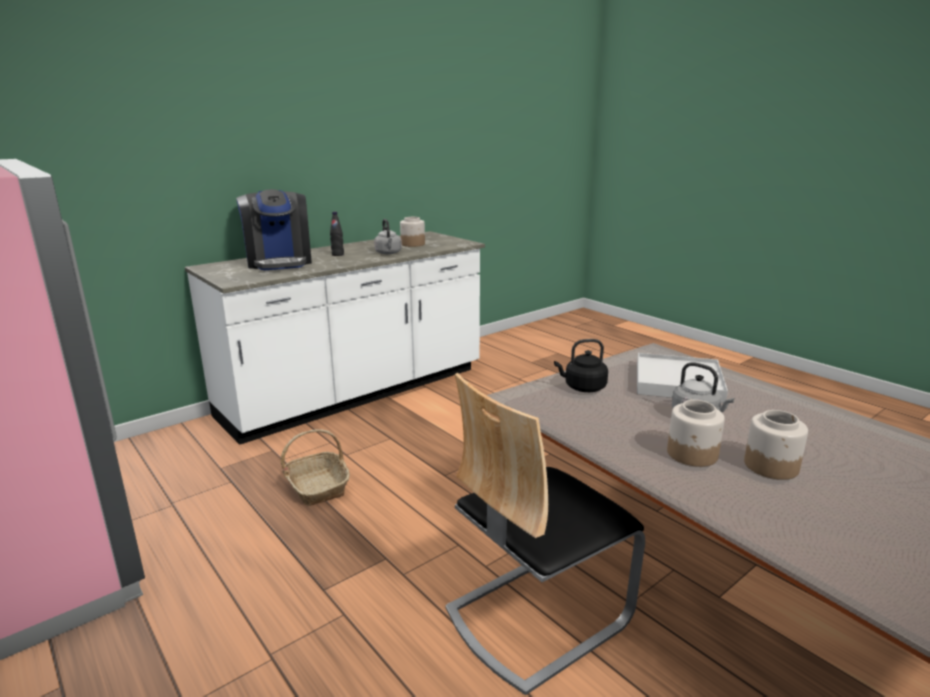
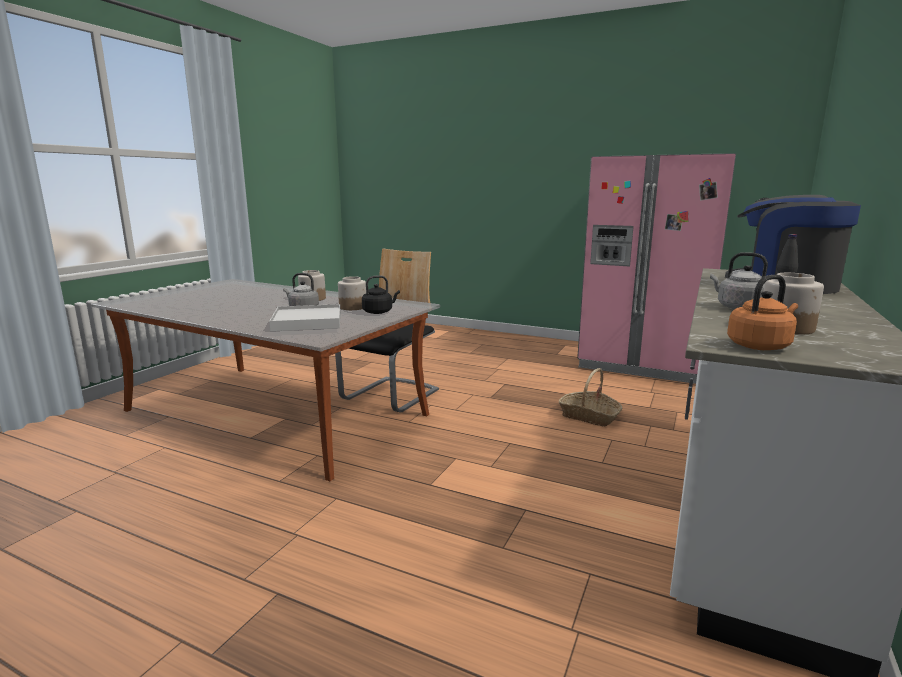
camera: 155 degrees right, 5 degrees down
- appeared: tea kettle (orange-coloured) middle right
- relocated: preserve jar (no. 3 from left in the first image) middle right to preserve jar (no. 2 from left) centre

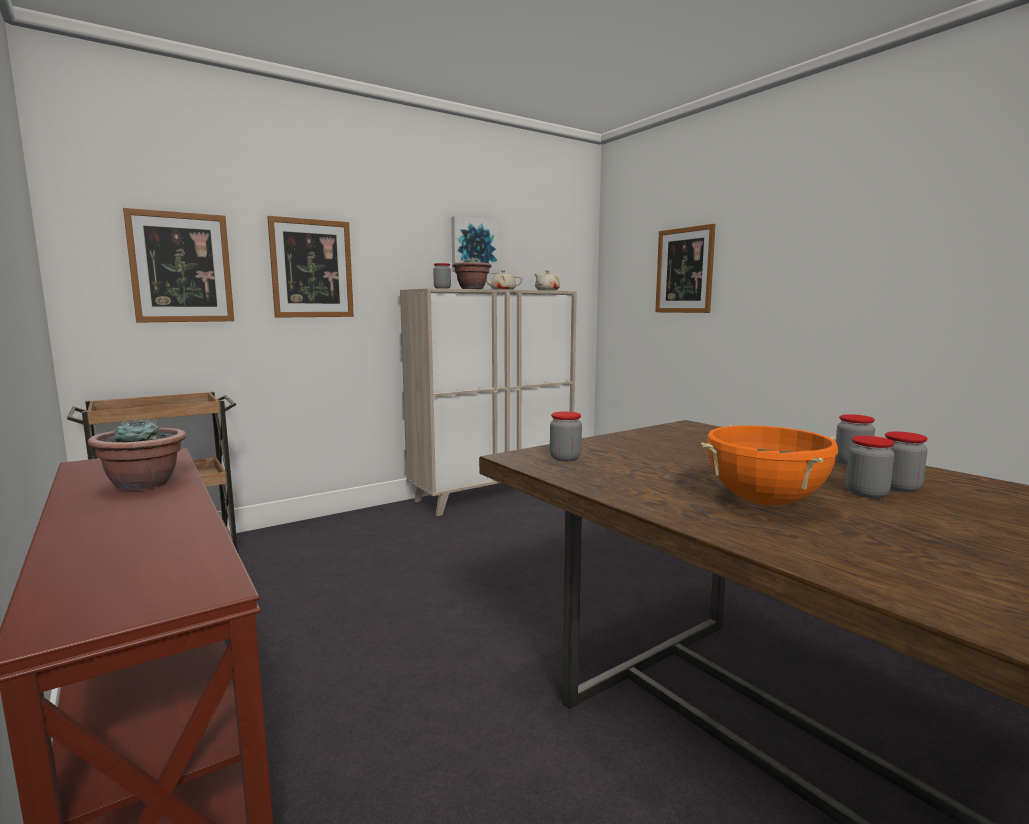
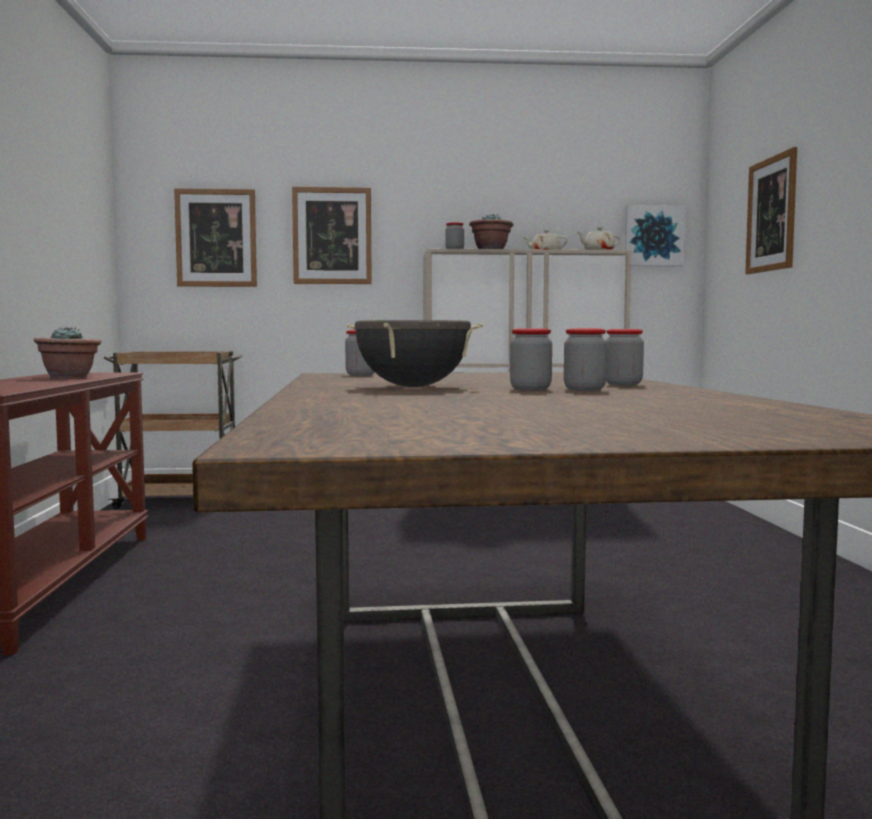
camera: 30 degrees right, 5 degrees down
- relocated: picture (no. 3 from left) top centre to top right
- colour: stockpot (orange-coloured) middle right to stockpot (blackish) centre

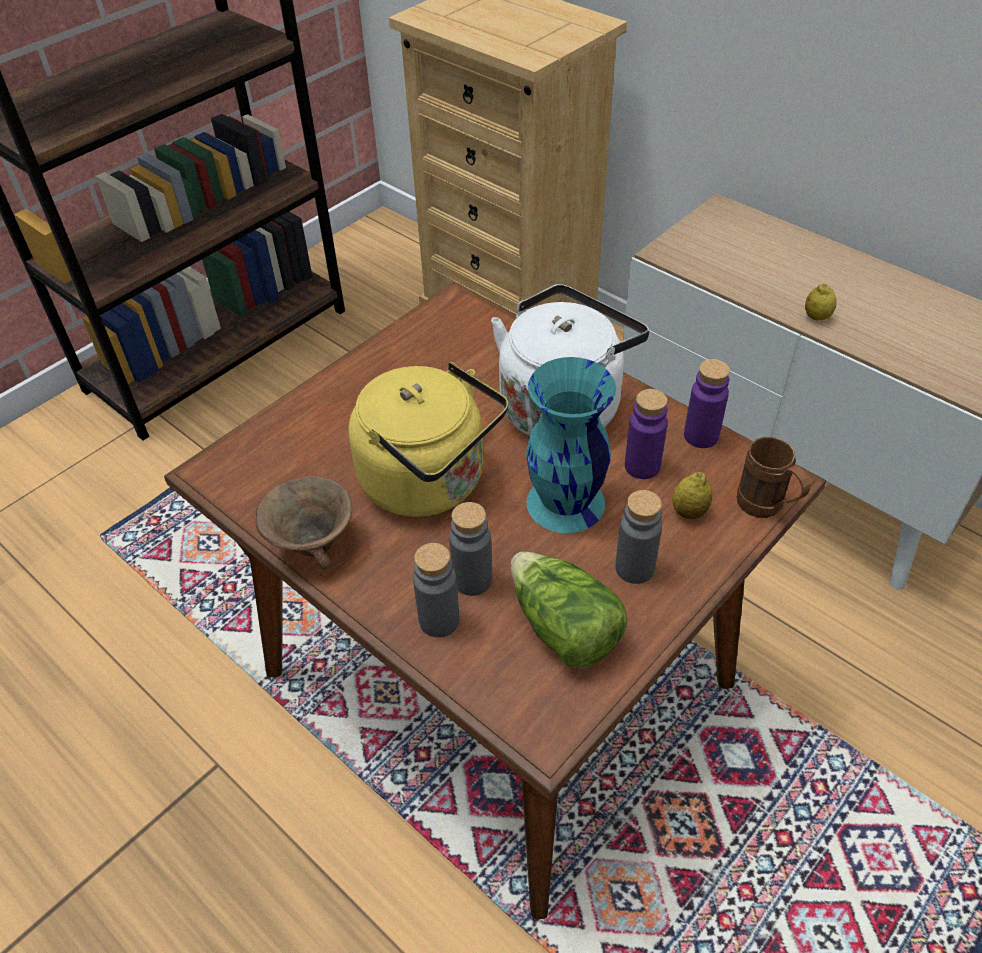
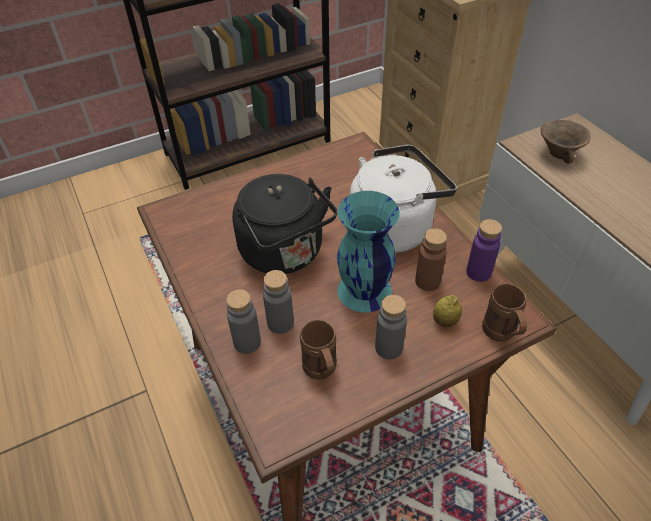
camera: 20 degrees right, 0 degrees up
- missing: citrus fruit (no. 2 from left) top right
- relocated: deep dish (brown-coloured) middle left to top right
- exchanged: lettuce head centre to tea mug (brown-coloured) (no. 1 from left) bottom centre
- colour: tea kettle (yellowish) centre to tea kettle (blackish) centre
- colour: drink bottle (purple-coloured) (no. 1 from left) centre to drink bottle (brown-coloured) centre

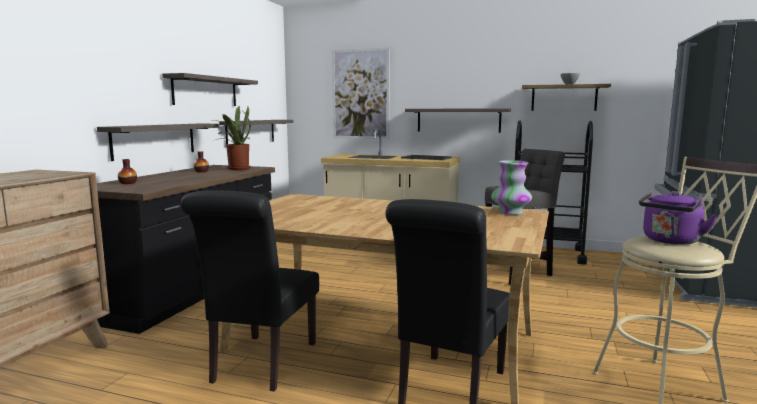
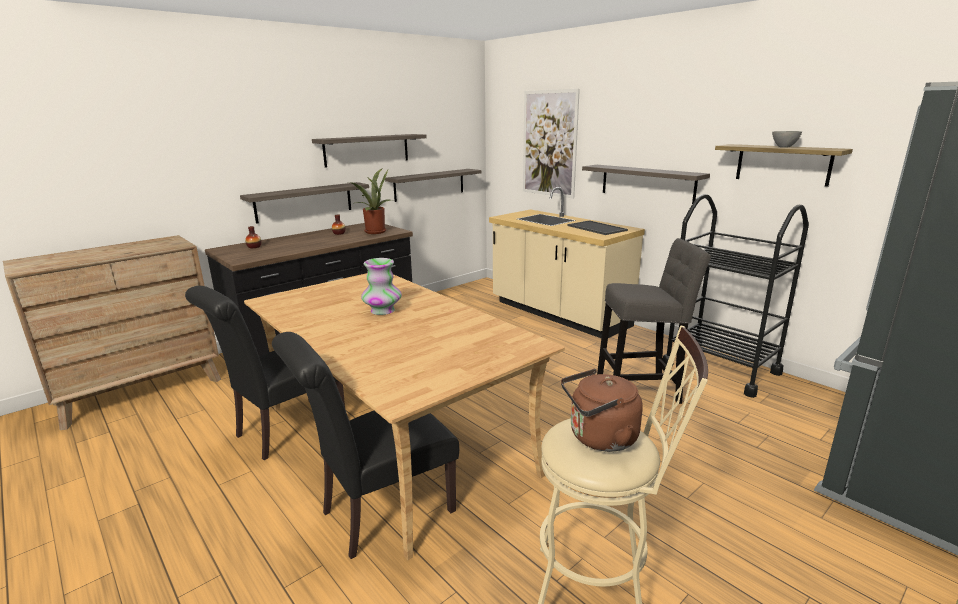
camera: 30 degrees right, 10 degrees up
- relocated: decorative vase (no. 3 from left) middle right to centre
- colour: tea kettle (purple-coloured) middle right to tea kettle (brown-coloured) bottom centre

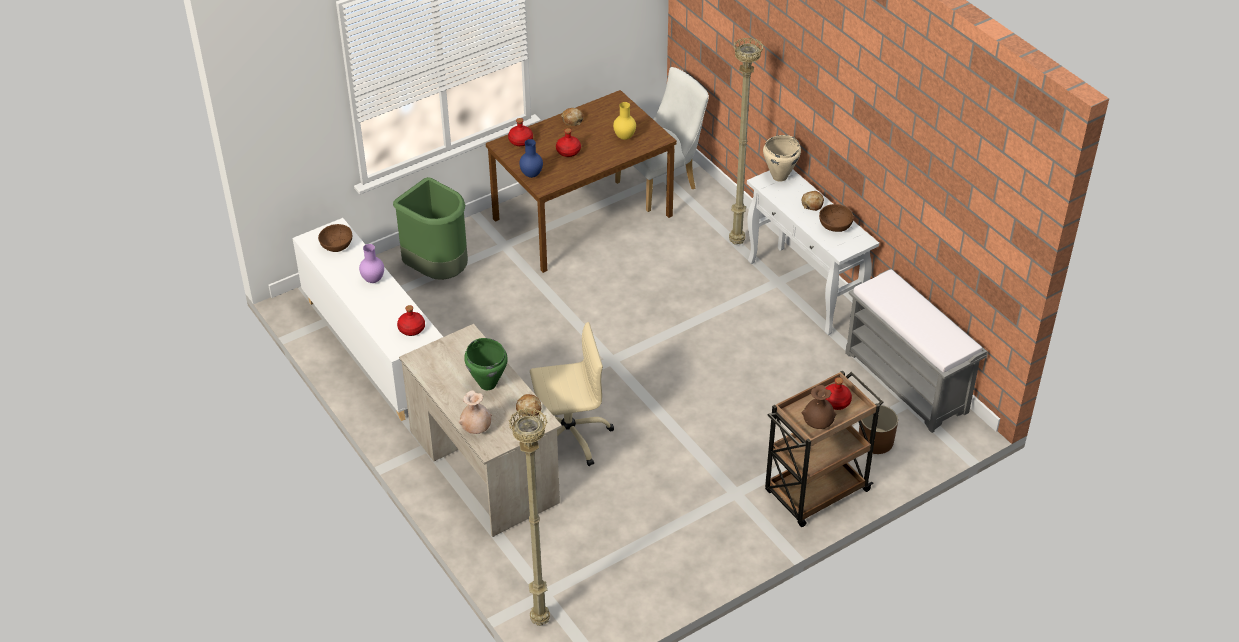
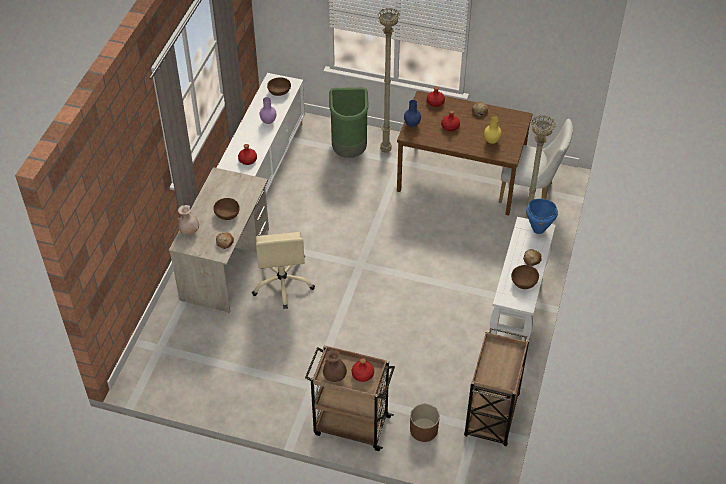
camera: 50 degrees right, 5 degrees up
- relocated: floor lamp (beige) (no. 1 from left) bottom centre to top centre
- exchanged: stockpot (green-coloured) centre to deep dish (brown-coloured) (no. 1 from left) middle left
- exchanged: long seat (gray) middle right to wheeled cart (brown-coloured) (no. 2 from left) bottom right
- colour: stockpot (beige) top centre to stockpot (blue) middle right
- spun: computer chair (beige) centre = centre 45 degrees clockwise

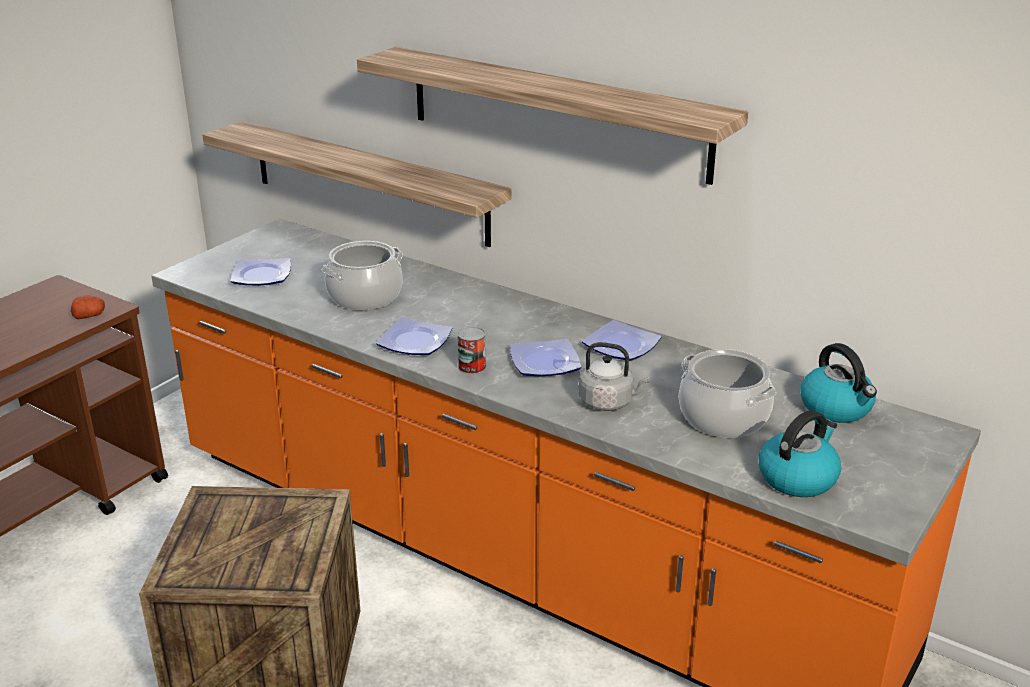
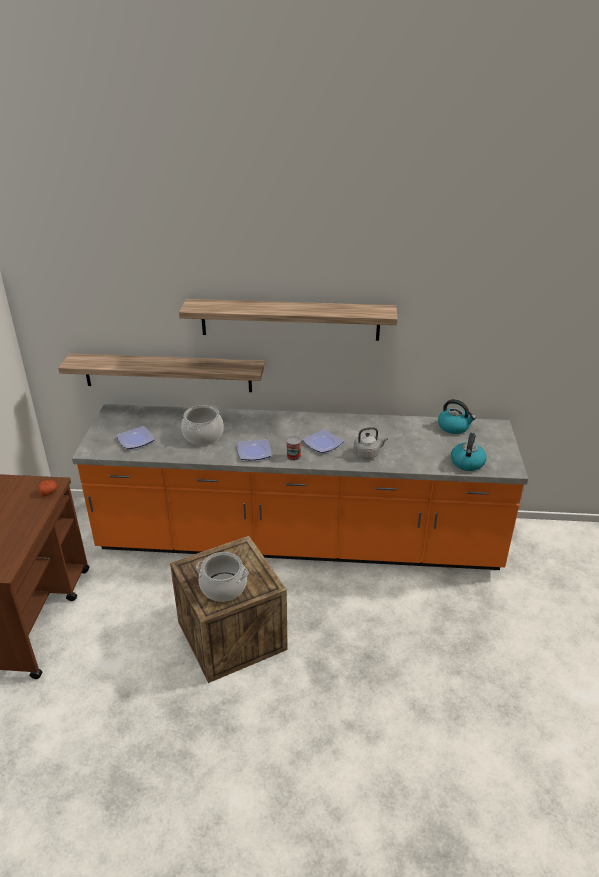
camera: 30 degrees left, 5 degrees up
- missing: plate (no. 4 from left) centre
- relocated: stockpot (no. 2 from left) middle right to centre

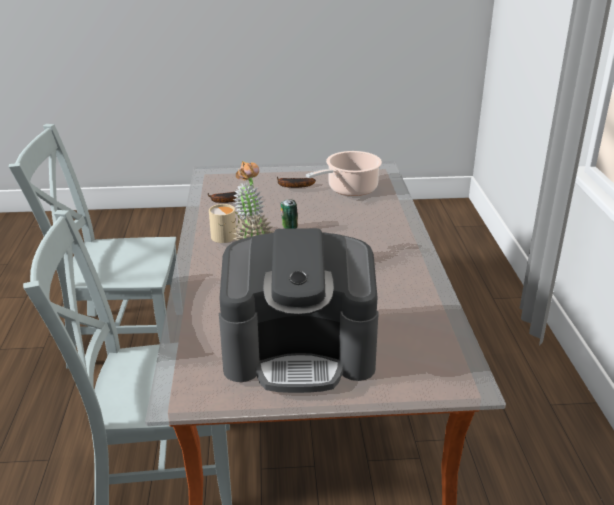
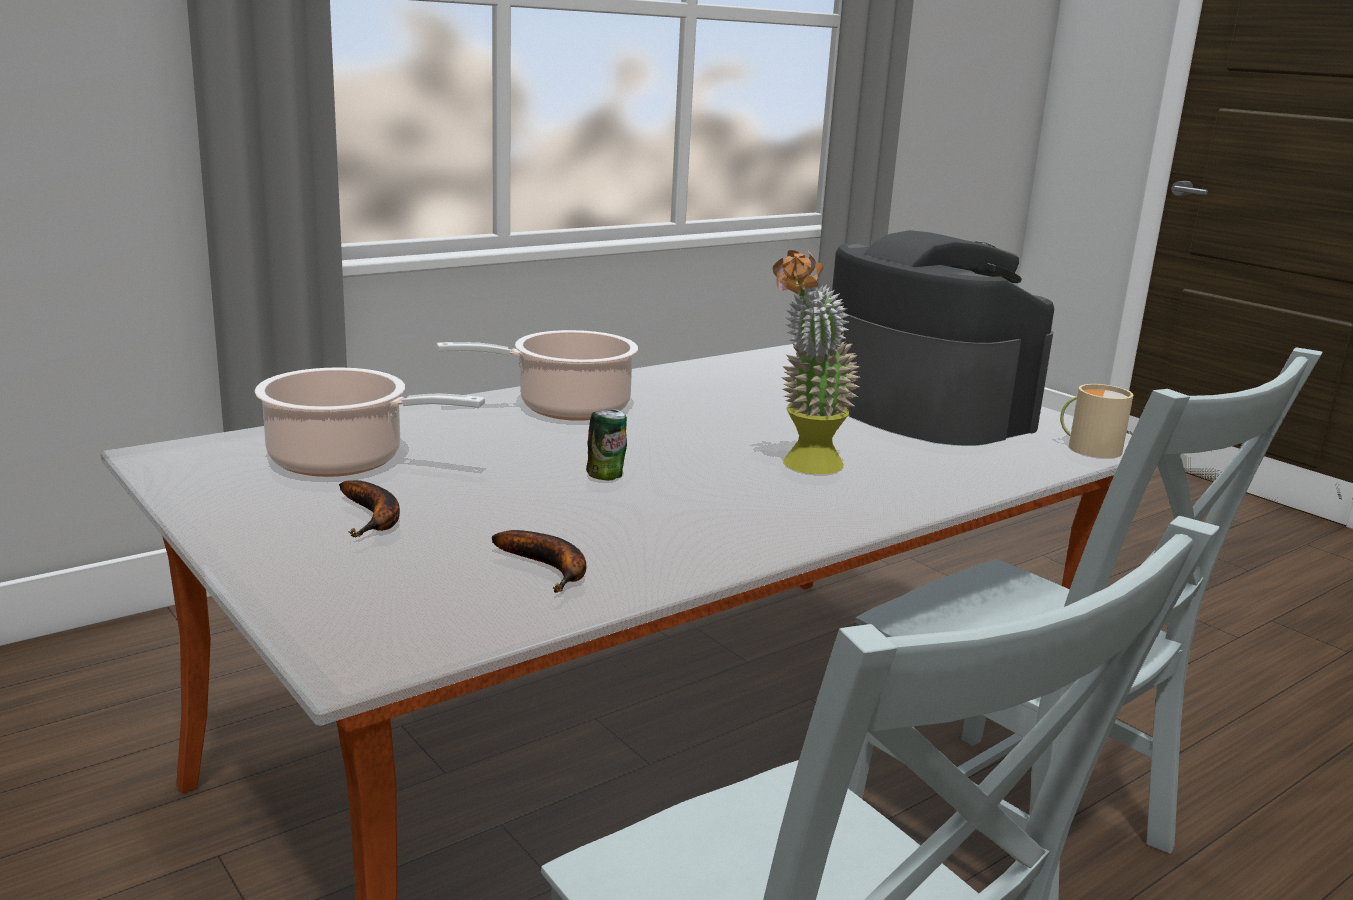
camera: 125 degrees left, 10 degrees down
- appeared: stockpot (no. 2 from left) centre
- relocated: tea mug (beige) centre to middle right

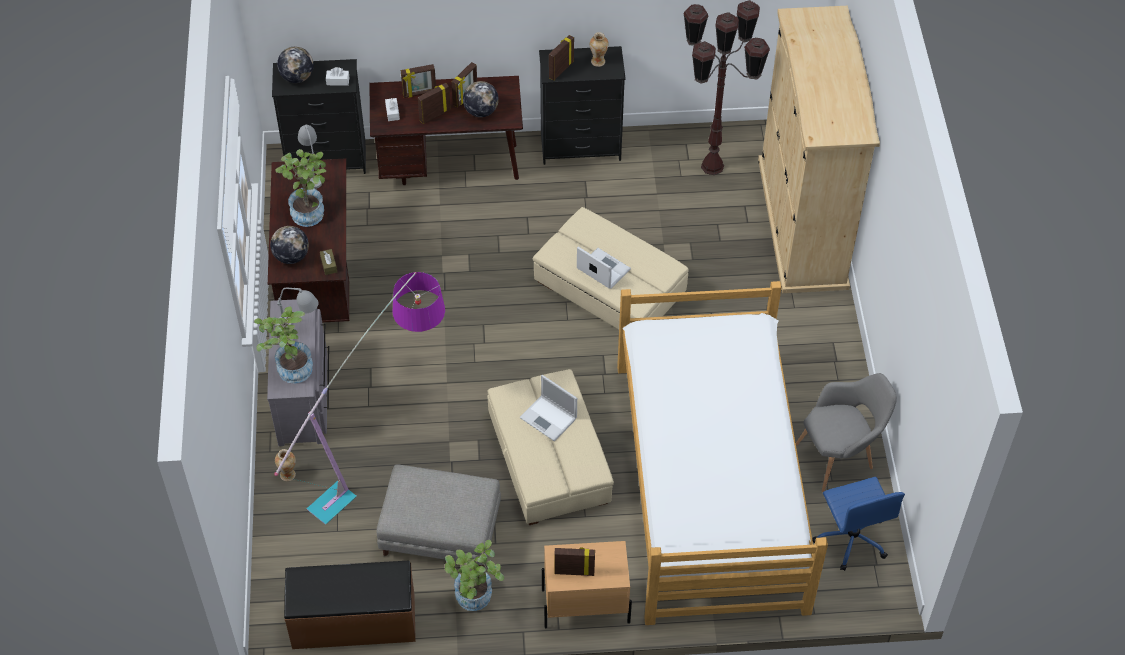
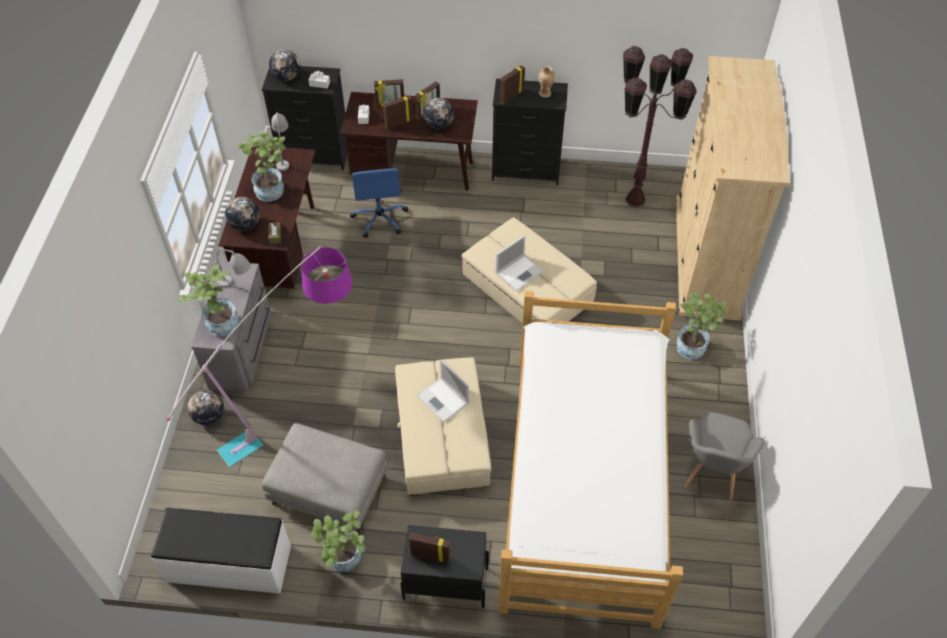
camera: 10 degrees right, 0 degrees up
- appeared: houseplant (no. 4 from left) middle right
- relocated: computer chair (blue) bottom right to top centre
- exchanged: decorative vase (no. 1 from left) bottom left to world globe (no. 1 from left) middle left
- colour: long seat (brown-coloured) bottom left to long seat (white-coloured) bottom left
- colour: bedside table (beige) bottom centre to bedside table (blackish) bottom centre
- spun: portable computer (no. 2 from left) centre = centre 90 degrees clockwise
- spun: lounge chair (gray) middle right = bottom right 120 degrees clockwise

